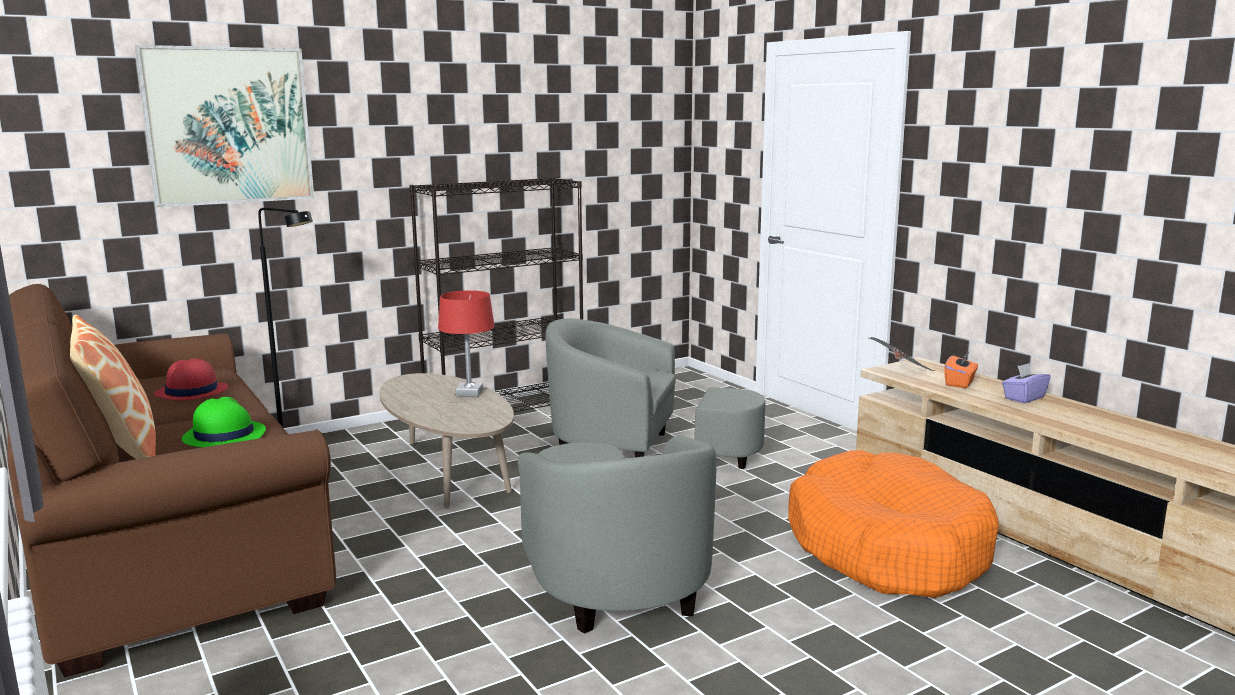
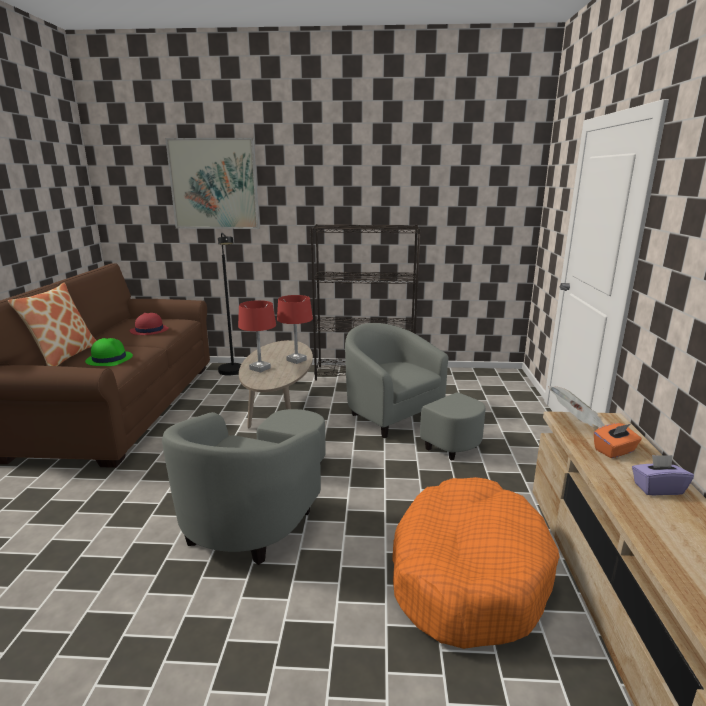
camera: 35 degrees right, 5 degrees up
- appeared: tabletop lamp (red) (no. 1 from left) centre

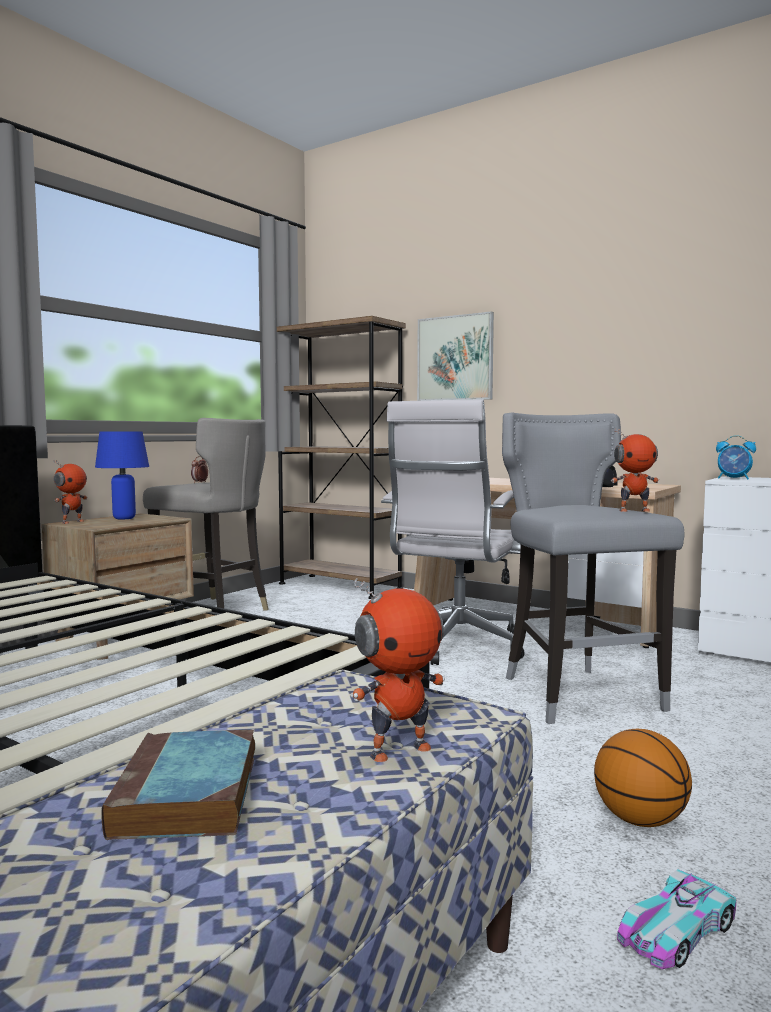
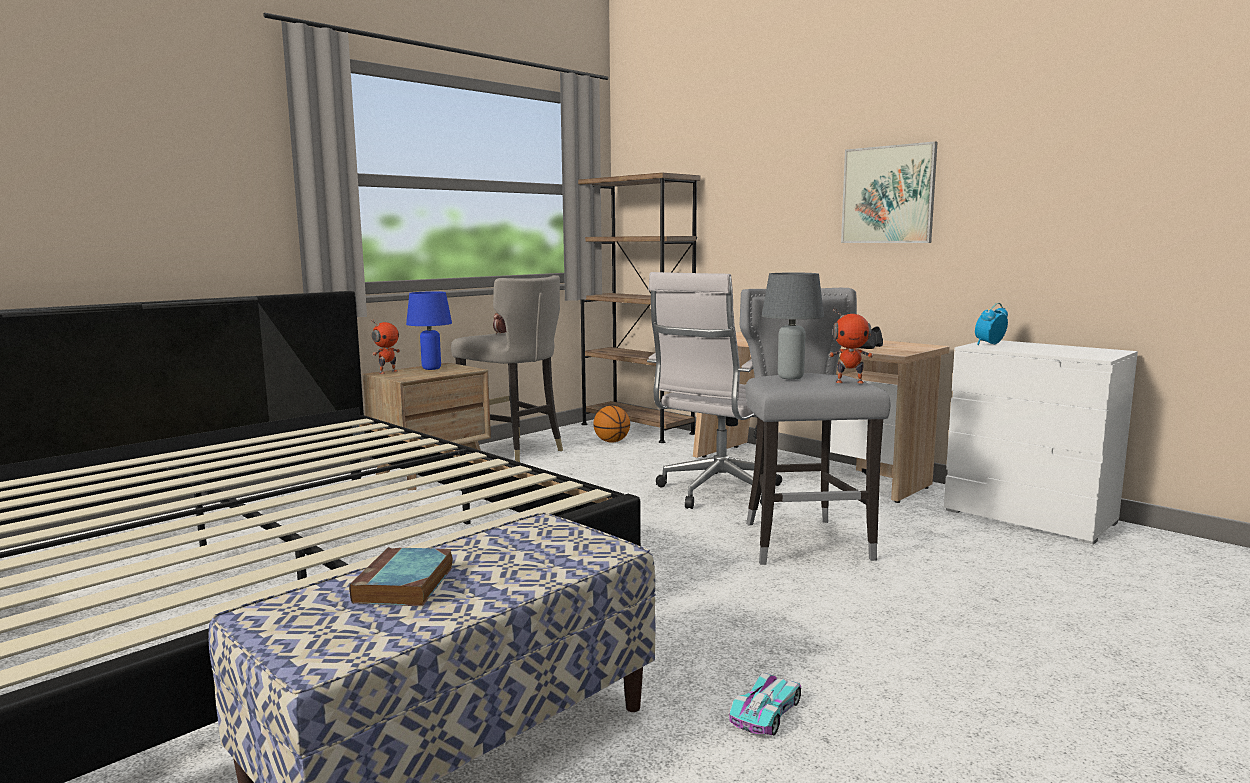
camera: 10 degrees right, 5 degrees up
- missing: toy robot (no. 2 from left) centre
- appeared: tabletop lamp (gray) centre
- relocated: picture centre to top right
- relocated: basketball ball bottom right to centre
- spun: miniature car bottom right = bottom centre 150 degrees clockwise
- spun: table clock (no. 2 from left) middle right = middle right 105 degrees clockwise

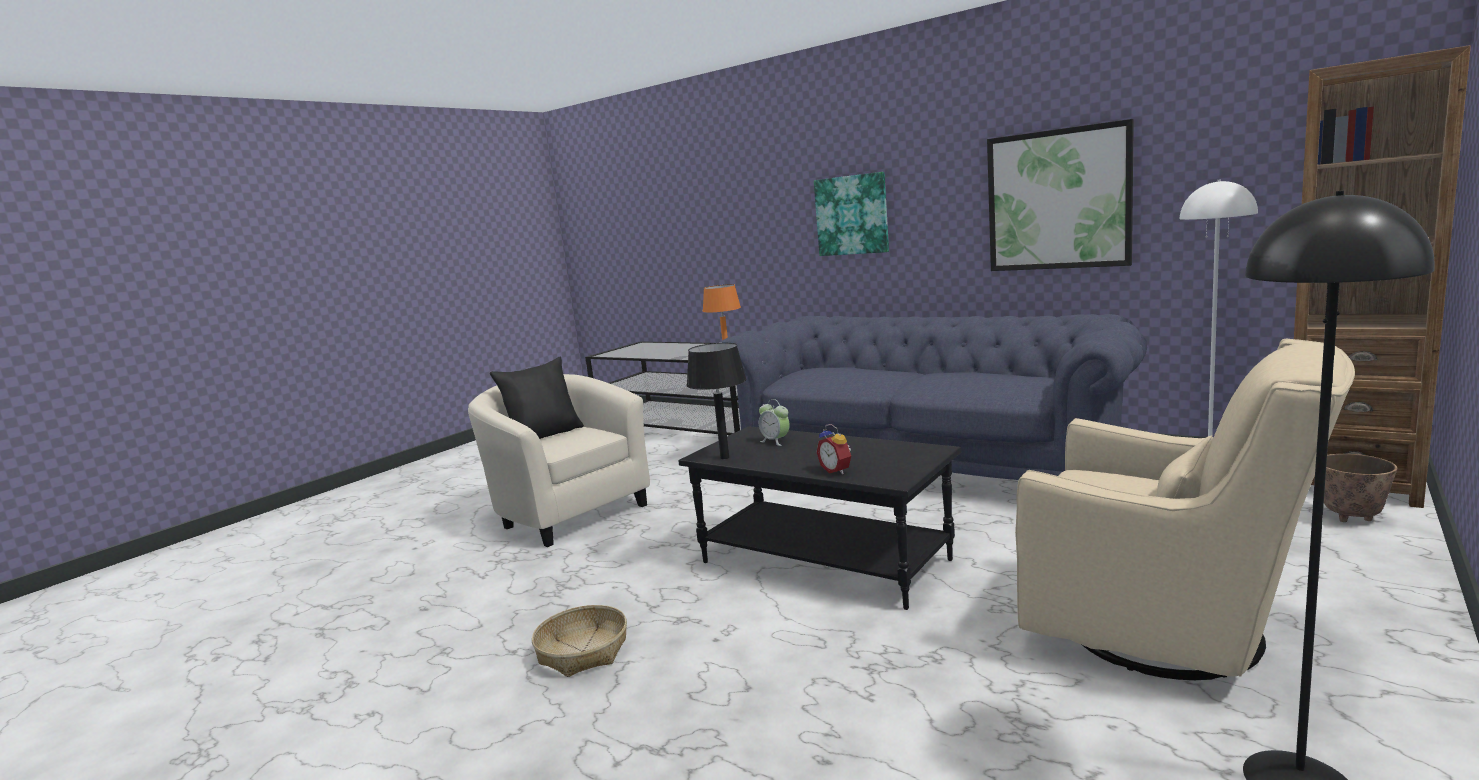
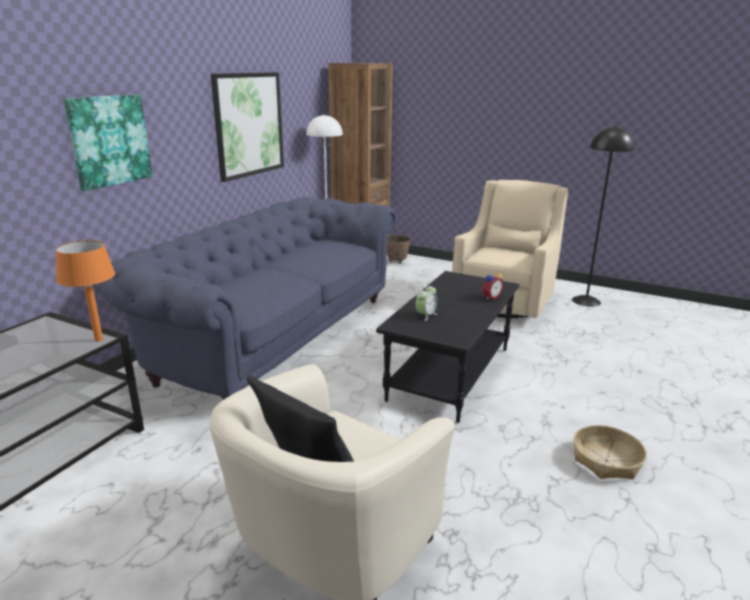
camera: 100 degrees left, 10 degrees up
- missing: tabletop lamp (blackish) centre

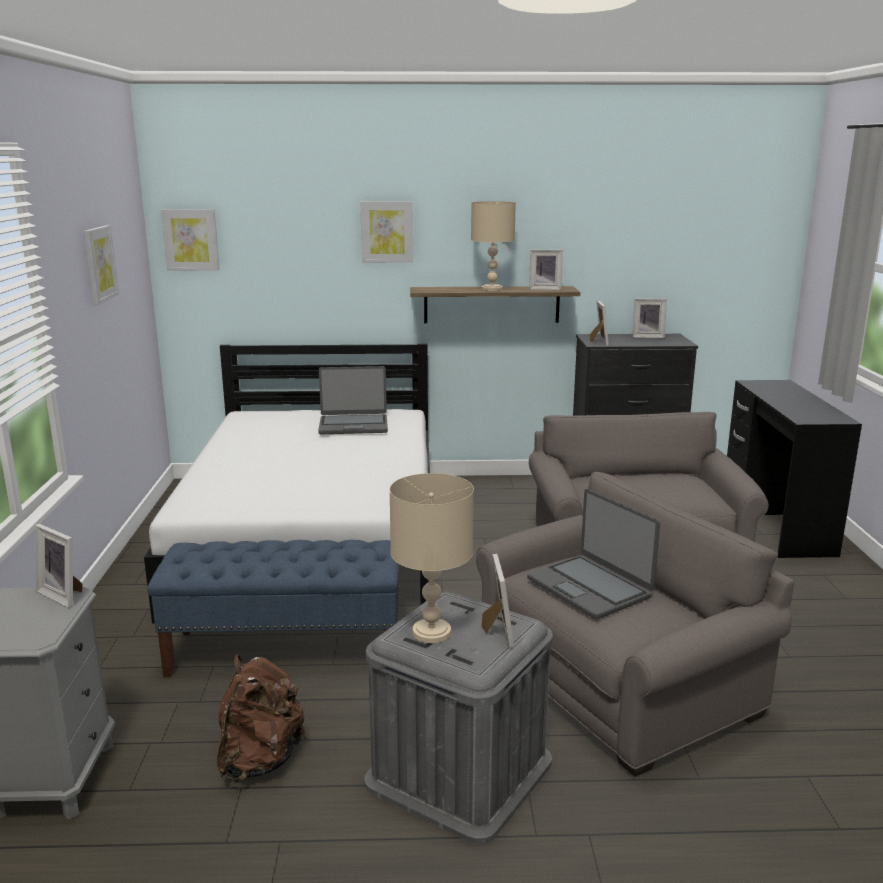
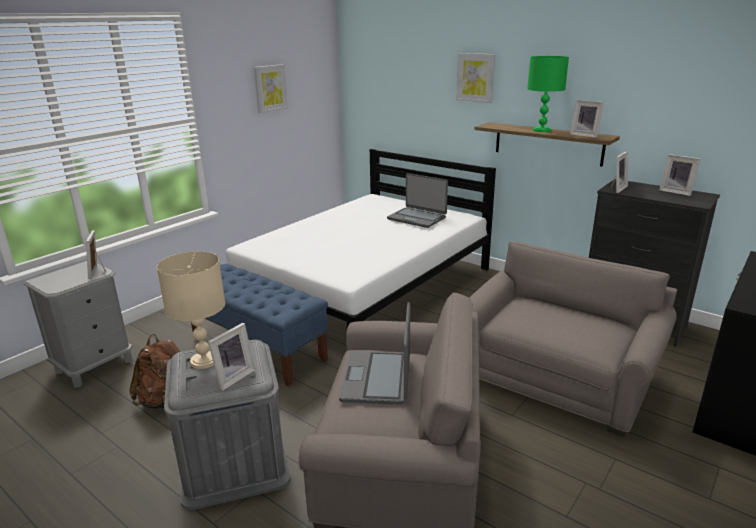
camera: 40 degrees right, 5 degrees up
- missing: picture (no. 2 from left) top left
- colour: tabletop lamp (beige) (no. 2 from left) top centre to tabletop lamp (green-coloured) top right

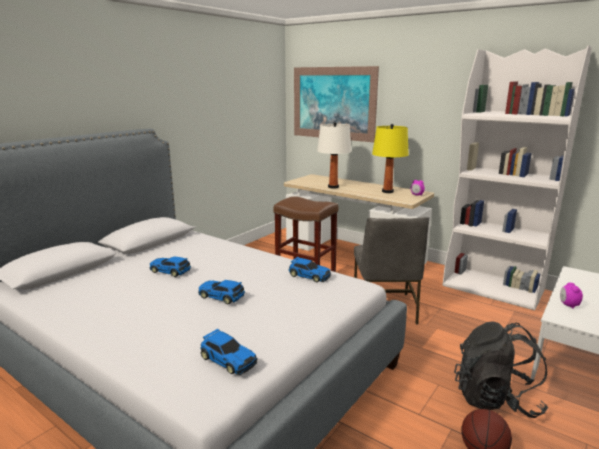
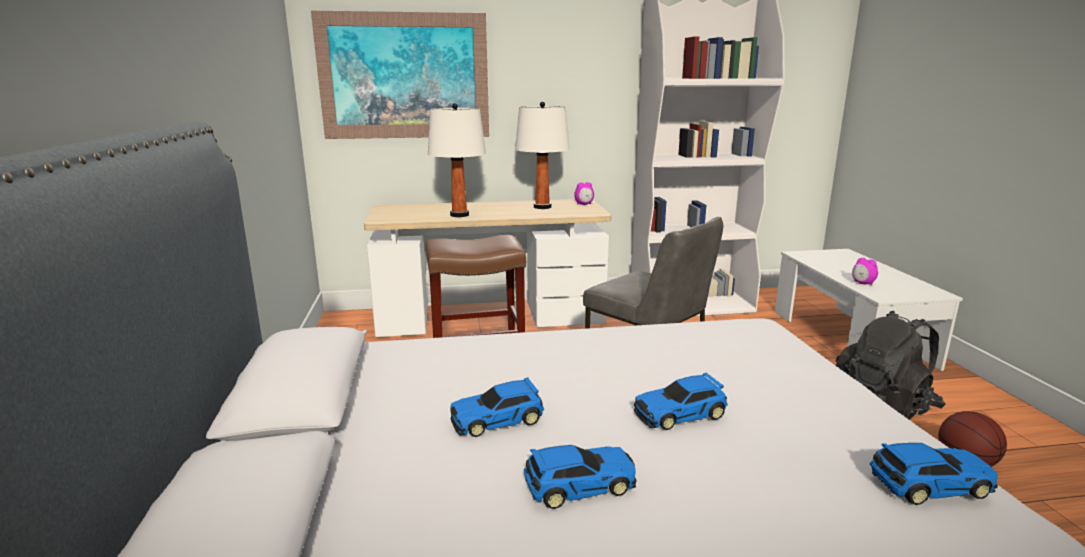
camera: 45 degrees left, 0 degrees up
- relocated: miniature car (no. 4 from left in the first image) centre to miniature car (no. 2 from left) bottom centre
- colour: tabletop lamp (yellowish) centre to tabletop lamp (white-coloured) (no. 2 from left) top centre

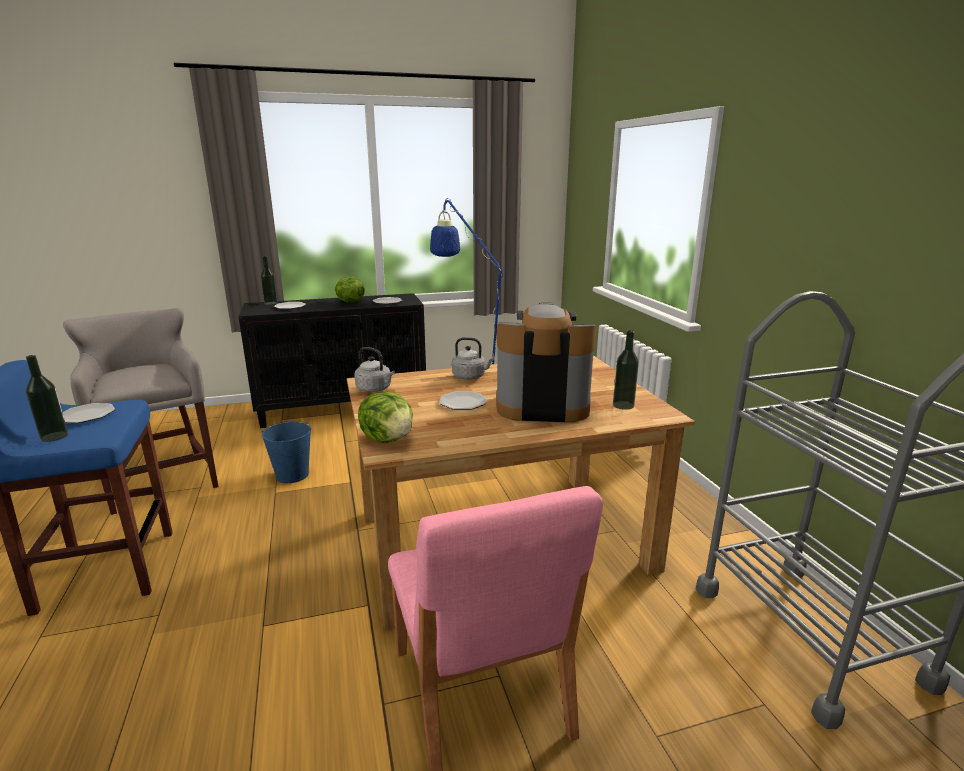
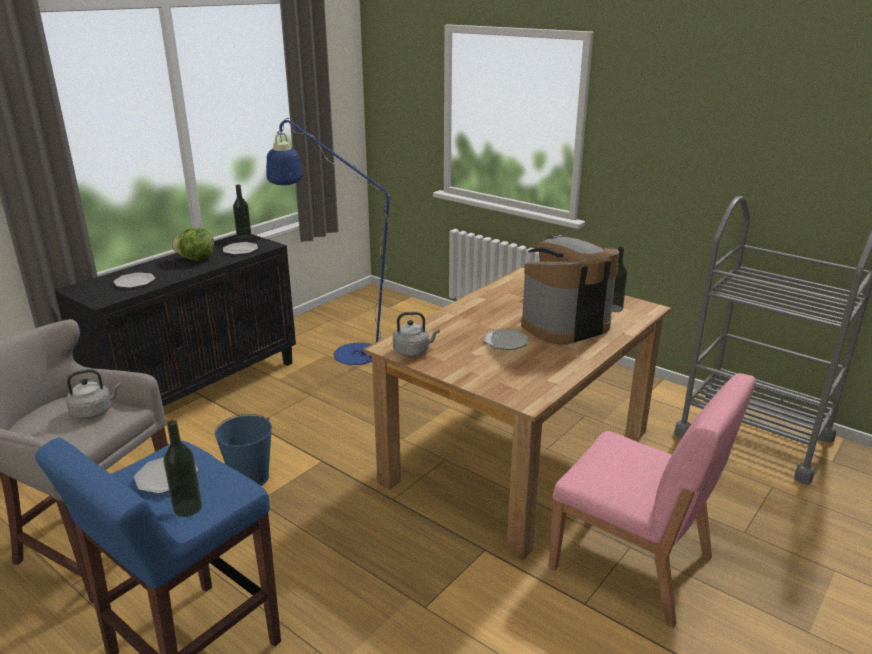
camera: 35 degrees left, 5 degrees up
- missing: lettuce head (no. 2 from left) centre
- relocated: drink bottle (no. 2 from left) middle left to top left
- relocated: tea kettle (gray) (no. 2 from left in the first image) centre to tea kettle (gray) (no. 1 from left) middle left

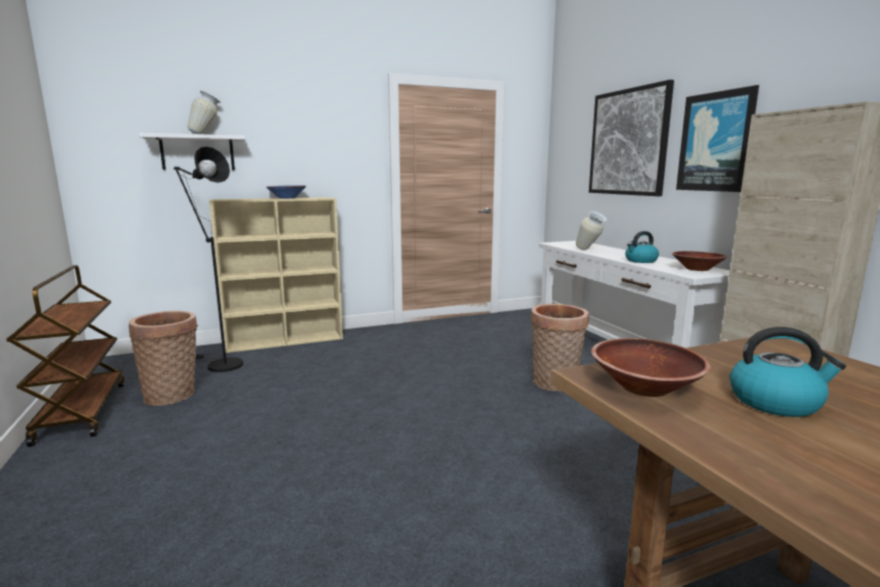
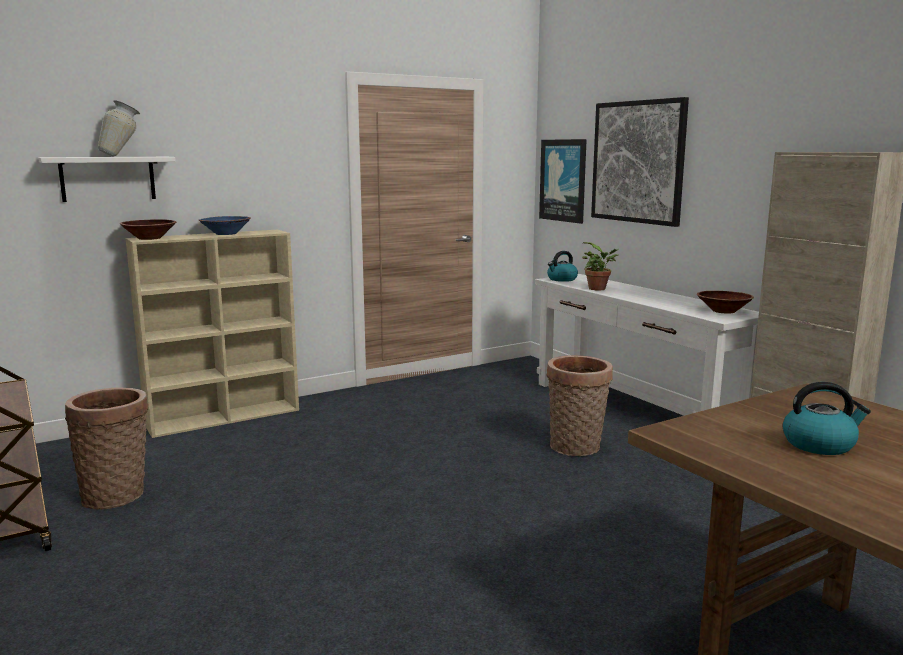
camera: 10 degrees left, 0 degrees up
- missing: floor lamp (blackish) middle left
- relocated: deep dish (brown-coloured) (no. 1 from left) middle right to middle left
- relocated: tea kettle (no. 1 from left) middle right to centre
- relocated: picture (no. 2 from left in the first image) top right to picture (no. 1 from left) top centre
- exchanged: decorative vase (no. 2 from left) middle right to houseplant centre

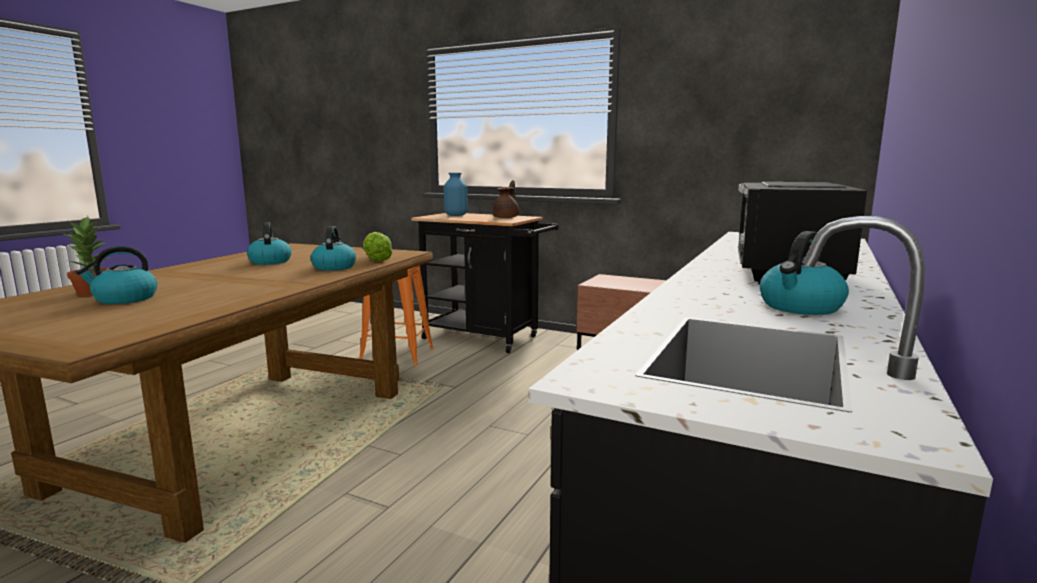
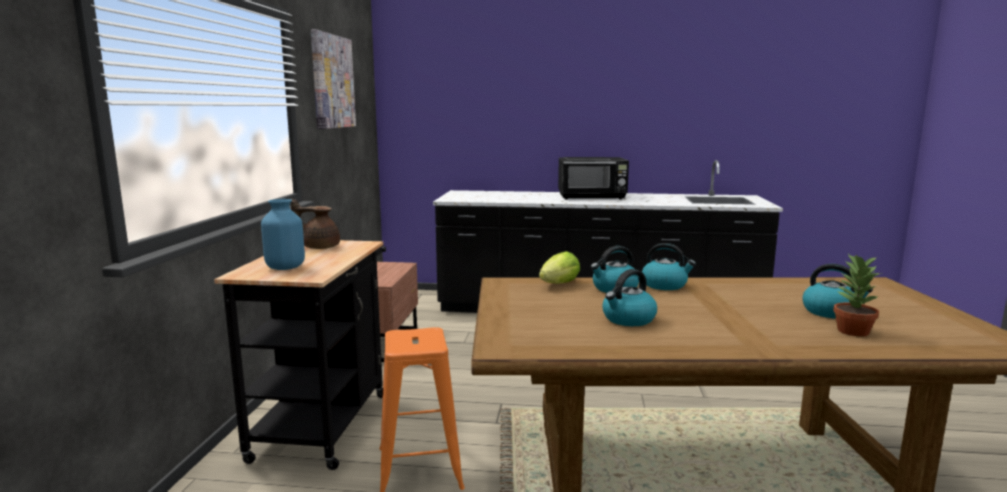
camera: 110 degrees left, 0 degrees up
- appeared: picture top left
- relocated: tea kettle (no. 4 from left in the first image) middle right to tea kettle (no. 3 from left) centre

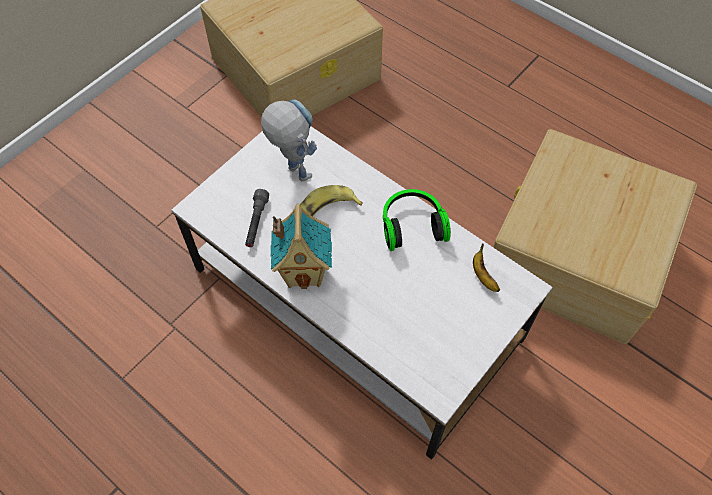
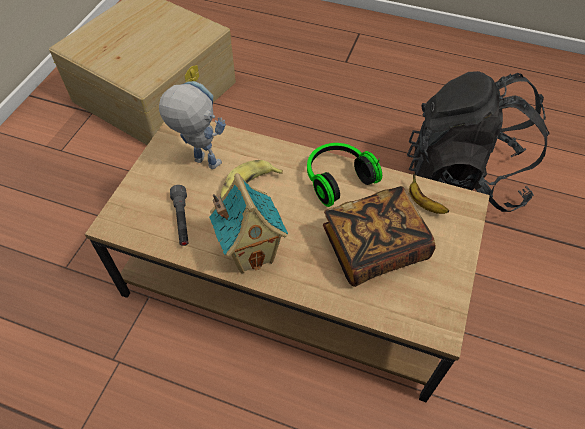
camera: 20 degrees left, 5 degrees down
- appeared: bound book centre
- exchanged: storage container (beige) (no. 2 from left) middle right to rucksack (blackish) top right
- colour: low table (white-coloured) centre to low table (brown-coloured) centre

